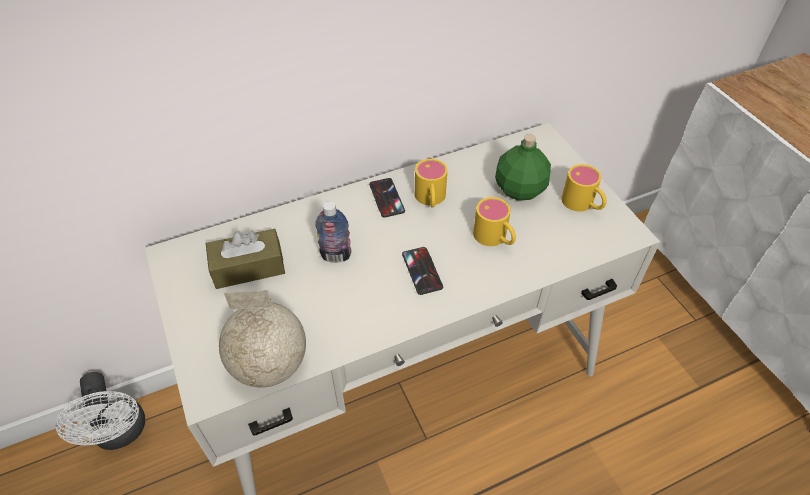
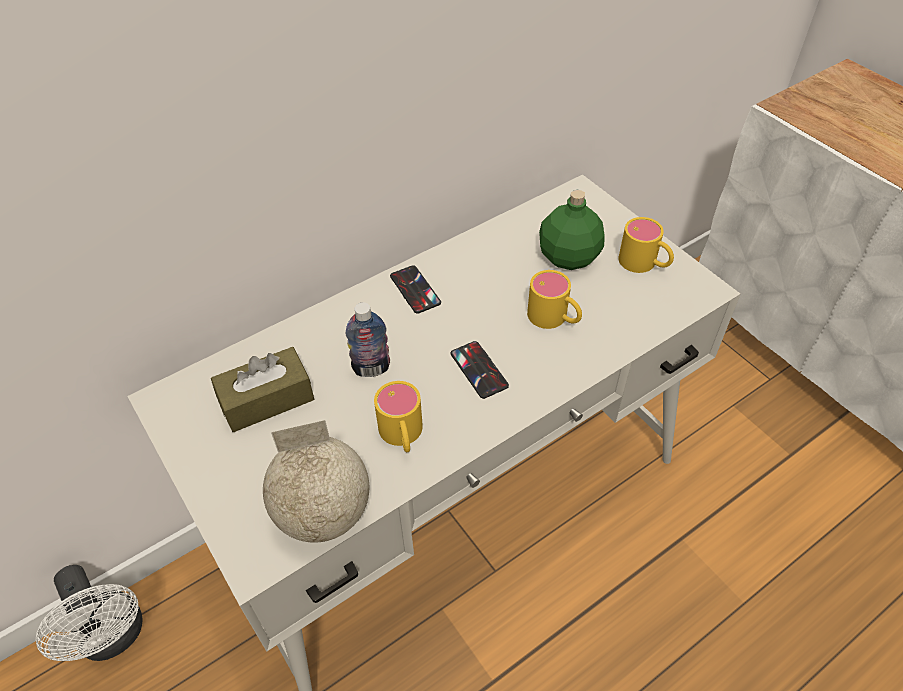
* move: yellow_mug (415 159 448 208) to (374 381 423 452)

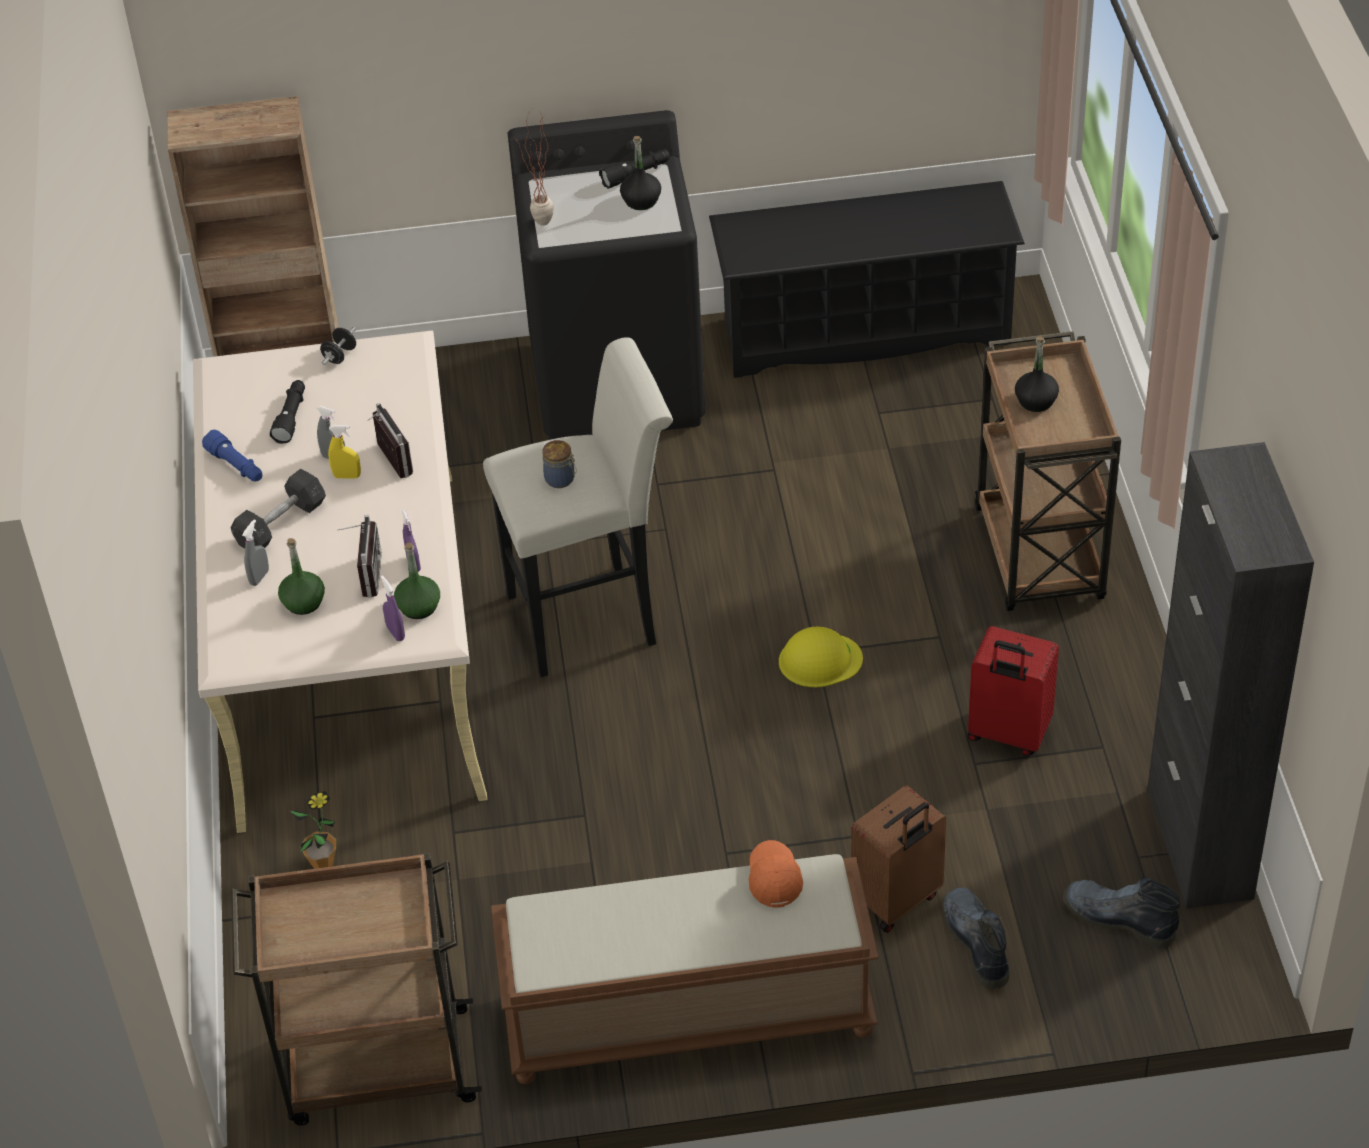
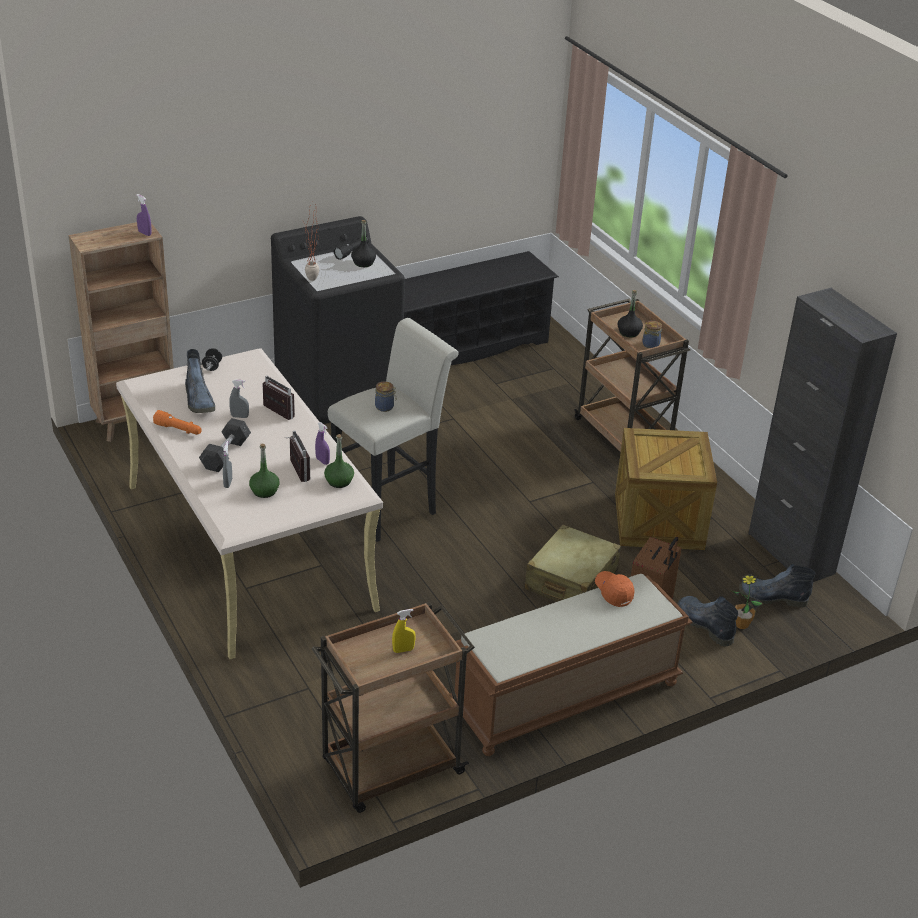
* replace: black_flashlight (270 380 305 444) to boot (185 349 215 413)
* move: yellow_spray_bottle (328 425 361 479) to (392 609 416 653)
* recolor: blue_flashlight (202 430 262 481) to orange_flashlight (153 410 202 435)
* move: purple_spray_bottle (381 575 405 641) to (136 194 152 236)
* replace: red_suitcase (968 626 1059 756) to crate (615 428 717 550)
* delete: yellow_hard_hat (779 627 863 687)
* move: potted_plant (290 791 336 869) to (731 574 762 629)
* insert: jar (643 321 662 348)
* insert: beige_suitcase (524 524 621 602)

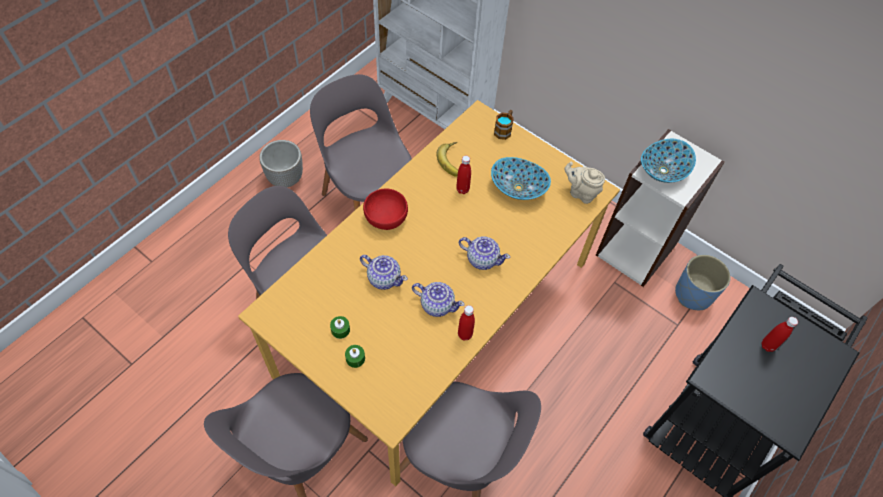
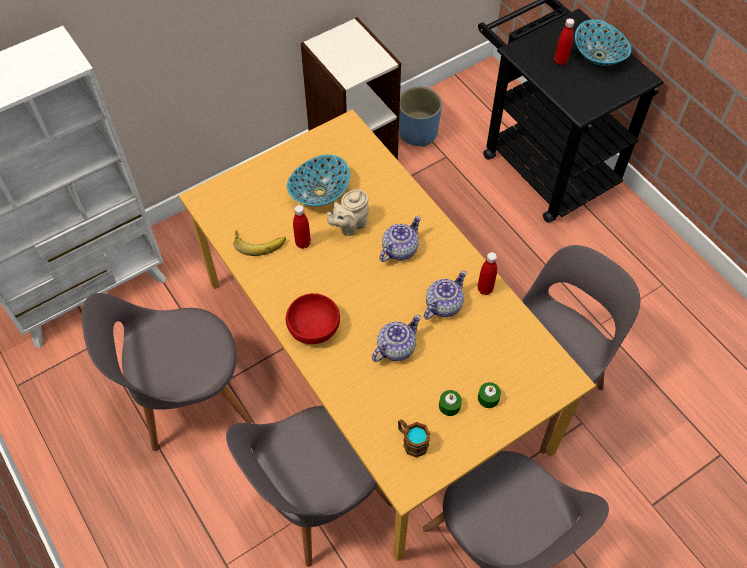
* move: mug (494 110 514 140) to (398 419 430 458)
* move: bowl (641 139 696 183) to (575 19 631 66)
* delete: planter (259 140 303 187)
* move: beige_teapot (565 162 605 204) to (327 189 369 236)

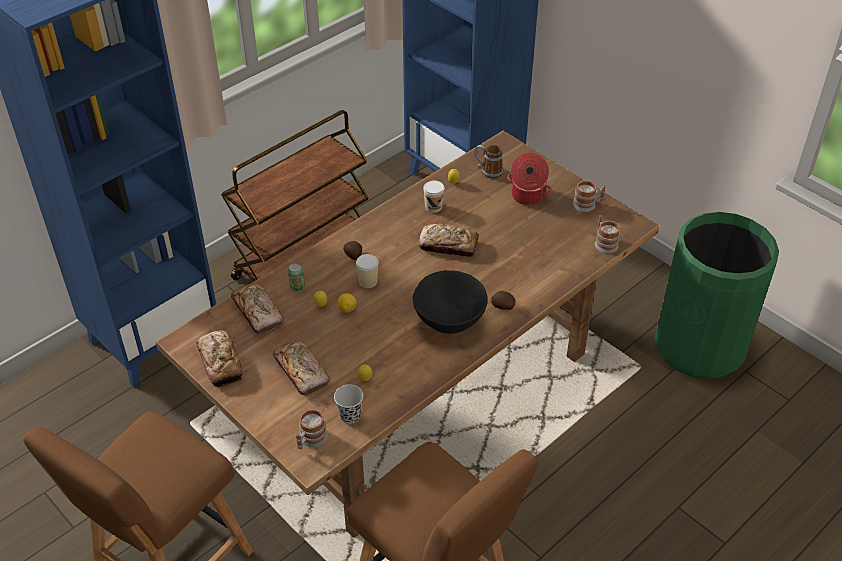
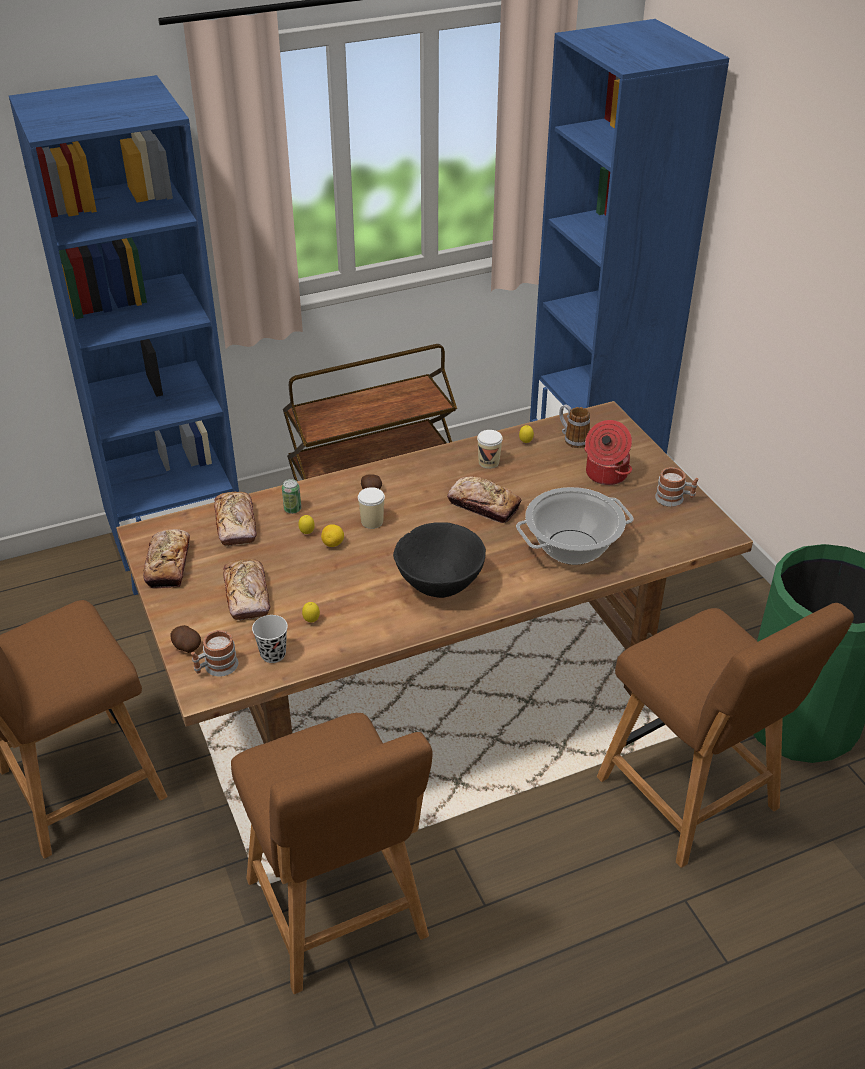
* delete: mug (595 215 620 253)
* move: potato (491 291 515 310) to (170 625 201 653)
* insert: cooking_pot (516 487 633 565)
* insert: brown_chair (597 603 854 868)

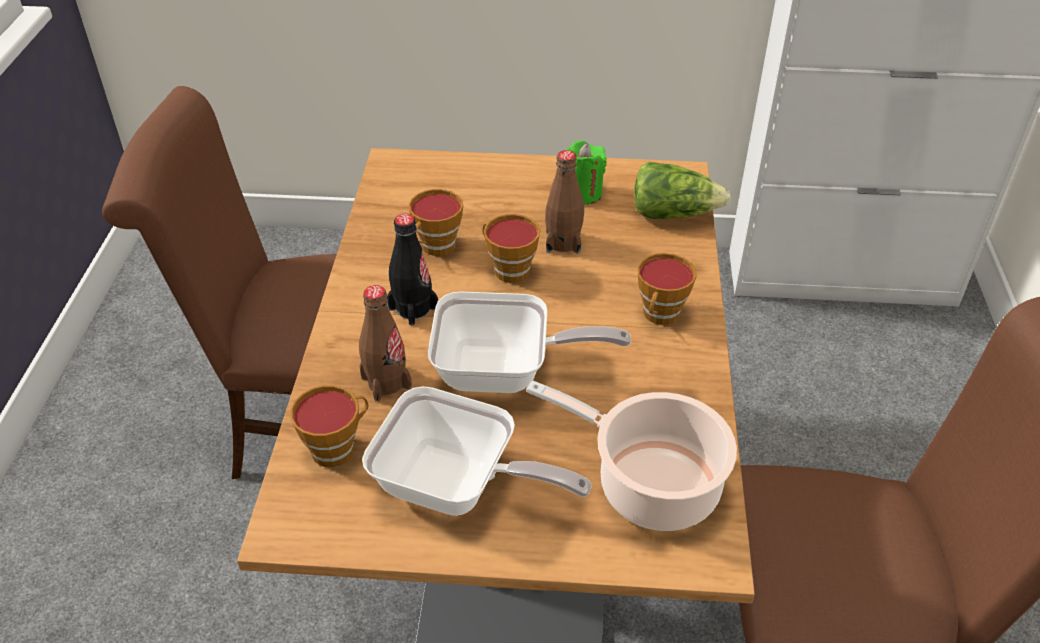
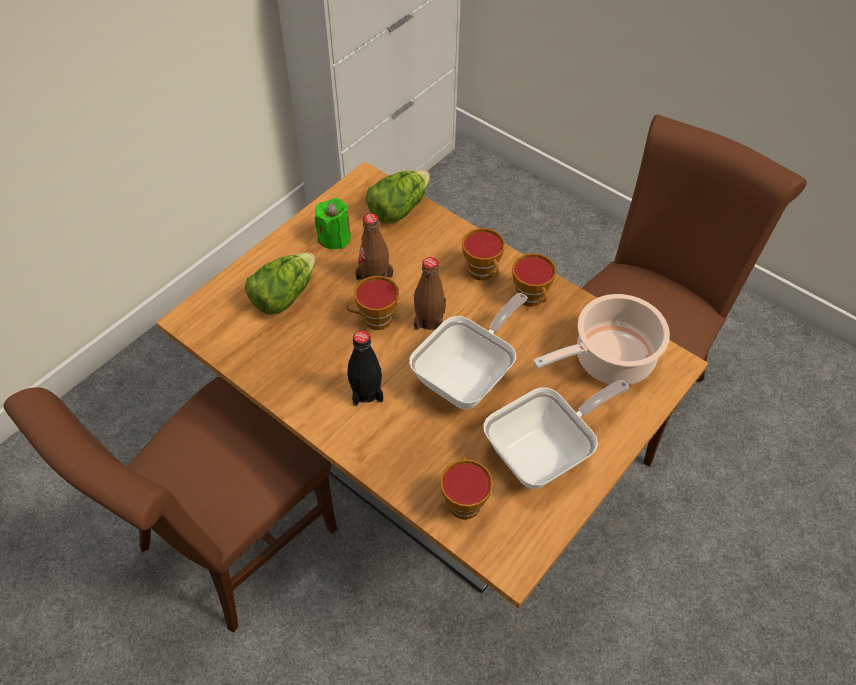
* move: cup (409 189 463 256) to (512 253 556 307)
* move: brown_bottle (359 285 412 402) to (414 257 446 330)
* insert: lettuce (245 253 315 315)

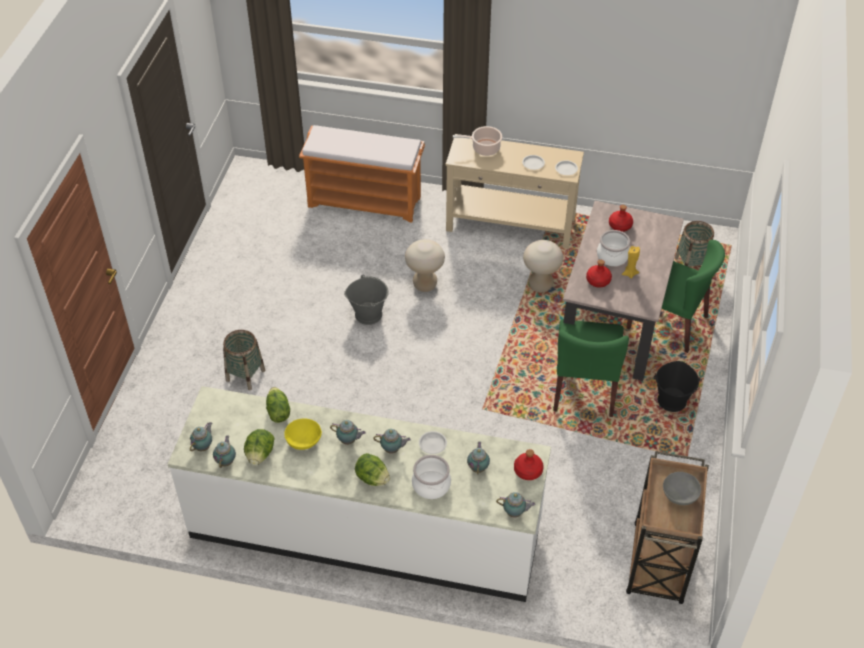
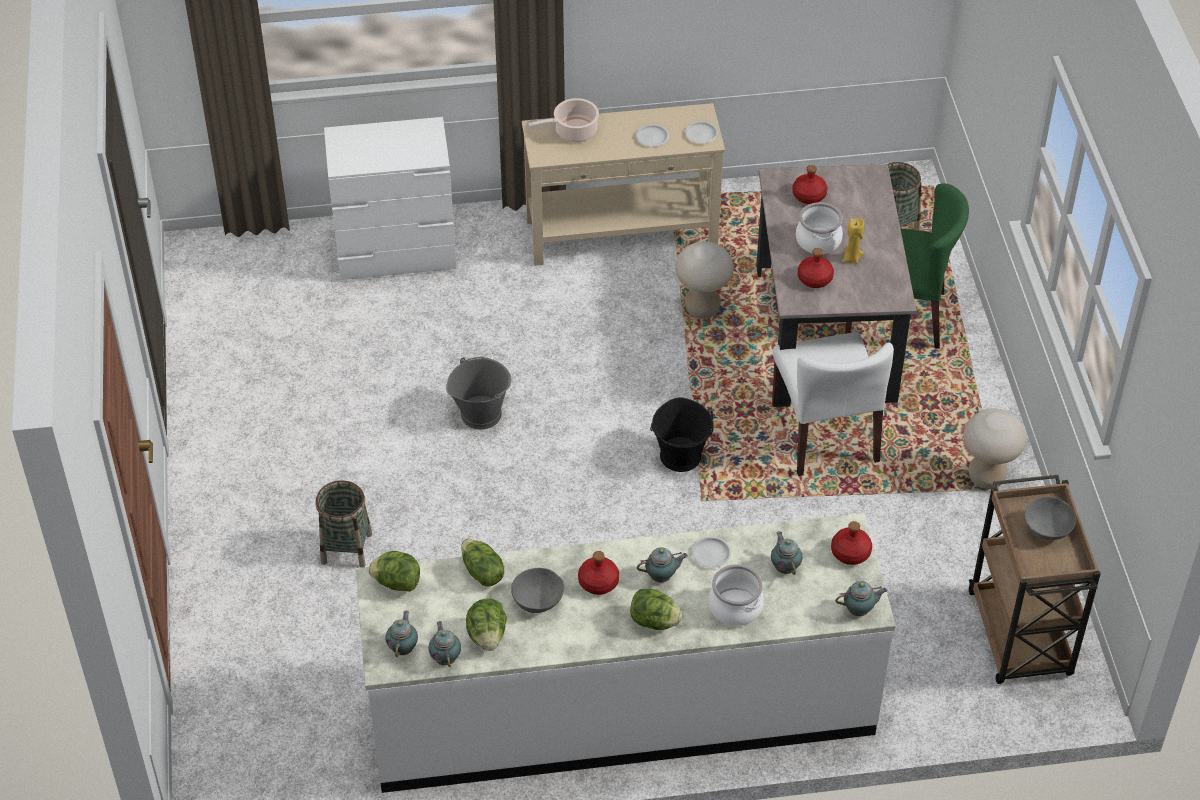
* replace: orange_bench (299 125 425 222) to white_dresser (324 117 457 280)
* move: beige_stool (405 239 445 292) to (963 408 1027 489)
* recolor: green_chair (553 319 629 417) to white_chair (772 332 894 476)
* move: black_bucket (654 361 702 412) to (650 397 716 472)
* recolor: yellow_bowl (284 418 322 450) to grey_bowl (511 568 564 613)
* replace: teapot (330 420 366 445) to red_bottle (578 551 619 595)
* insert: lettuce (368 551 420 592)

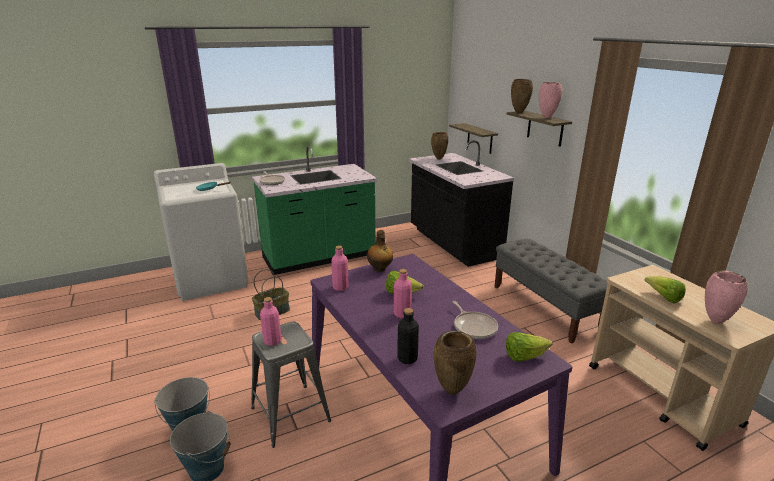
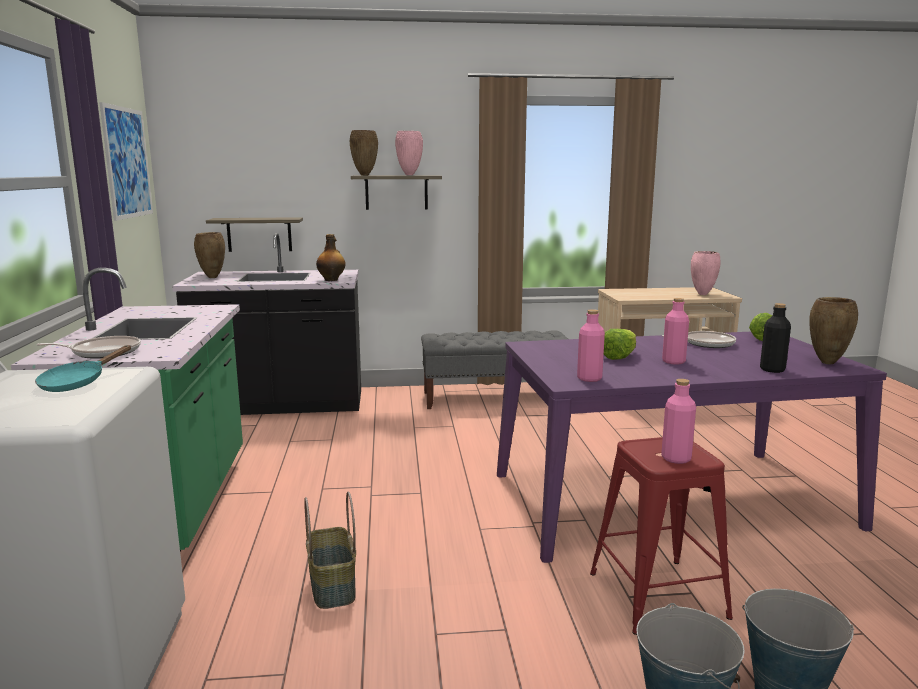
* move: bottle (367 230 393 272) to (316 234 346 281)
* delete: lettuce (645 276 686 303)
* recolor: grey_stool (251 321 331 448) to red_stool (590 437 733 635)
* insert: picture (99 102 153 221)

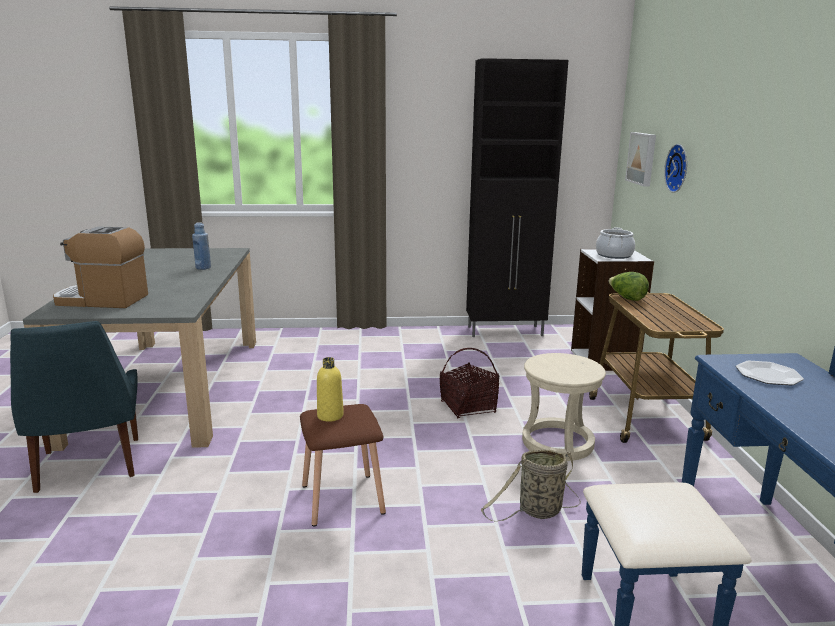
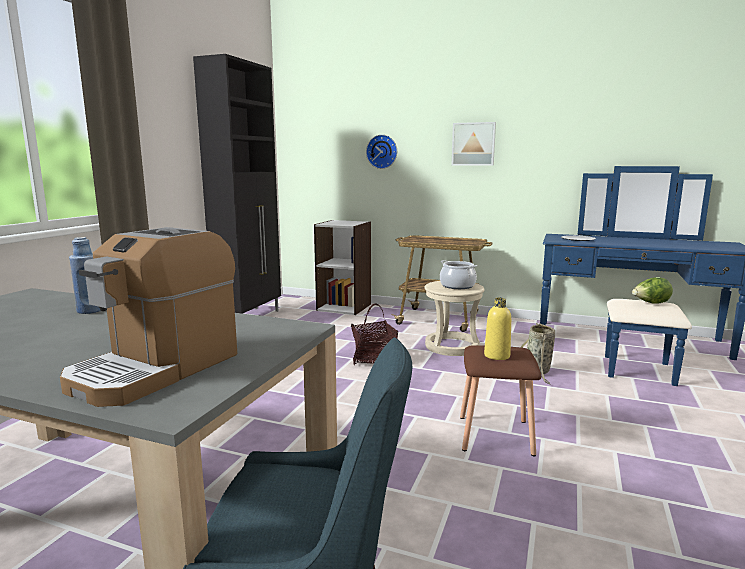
* move: picture (625 132 656 187) to (452 122 496 166)
* move: cooking_pot (596 228 635 259) to (440 260 477 289)
* move: lettuce (608 272 649 301) to (632 277 673 304)

